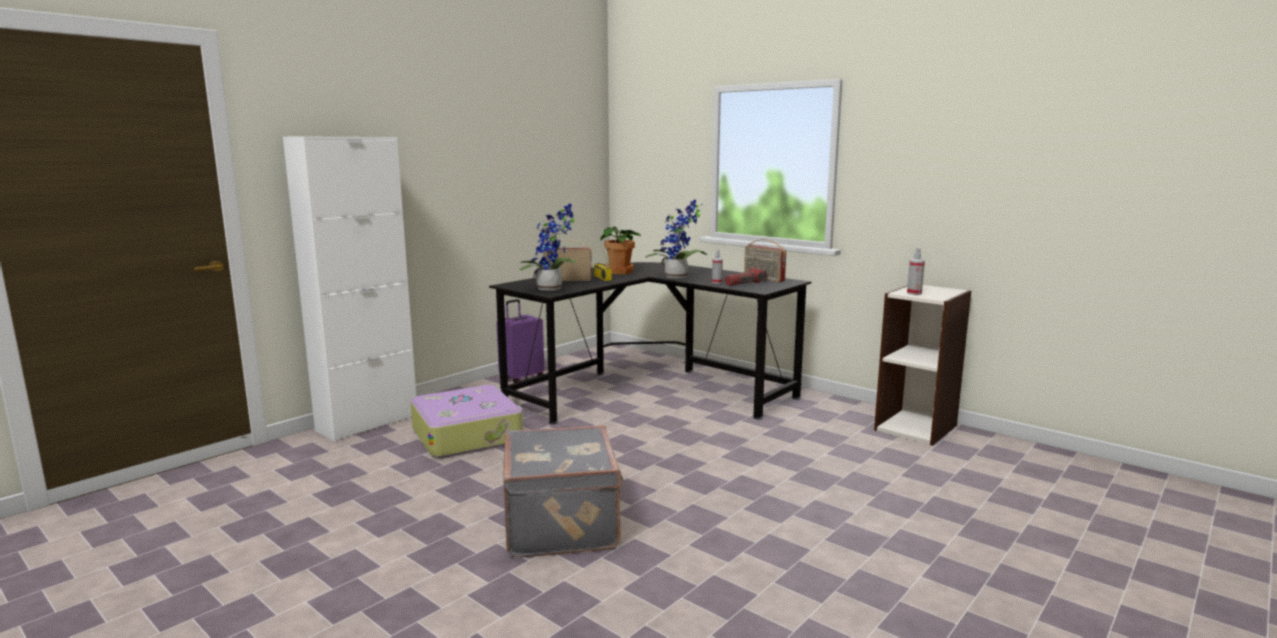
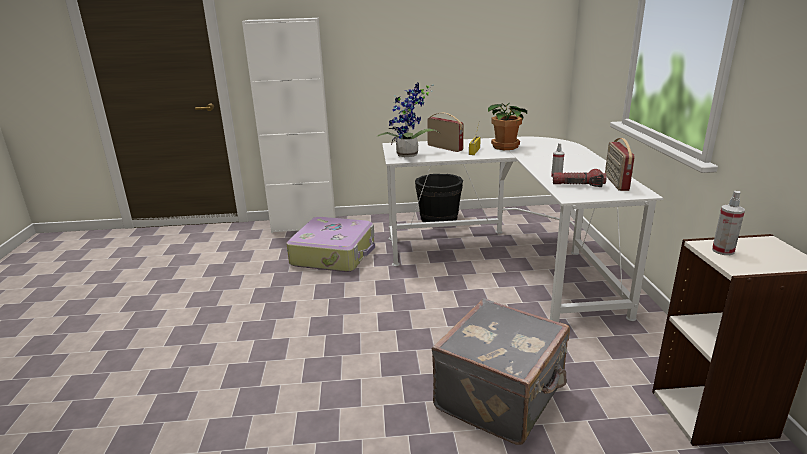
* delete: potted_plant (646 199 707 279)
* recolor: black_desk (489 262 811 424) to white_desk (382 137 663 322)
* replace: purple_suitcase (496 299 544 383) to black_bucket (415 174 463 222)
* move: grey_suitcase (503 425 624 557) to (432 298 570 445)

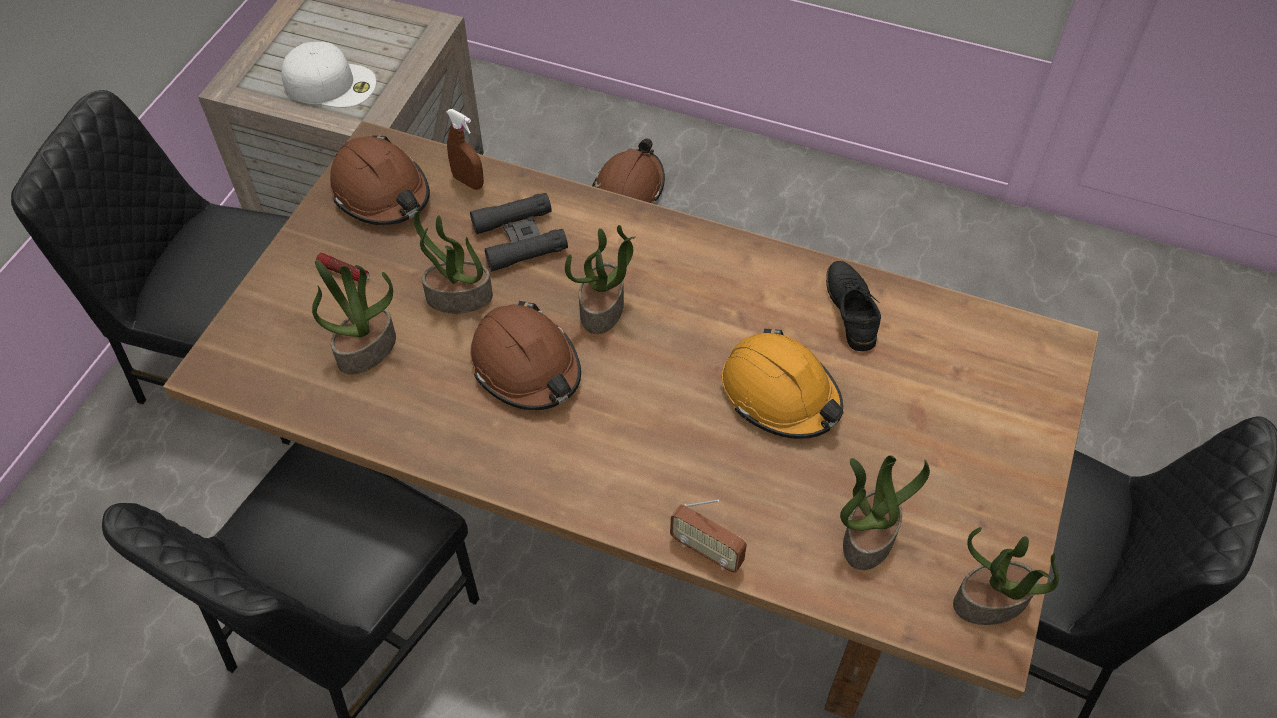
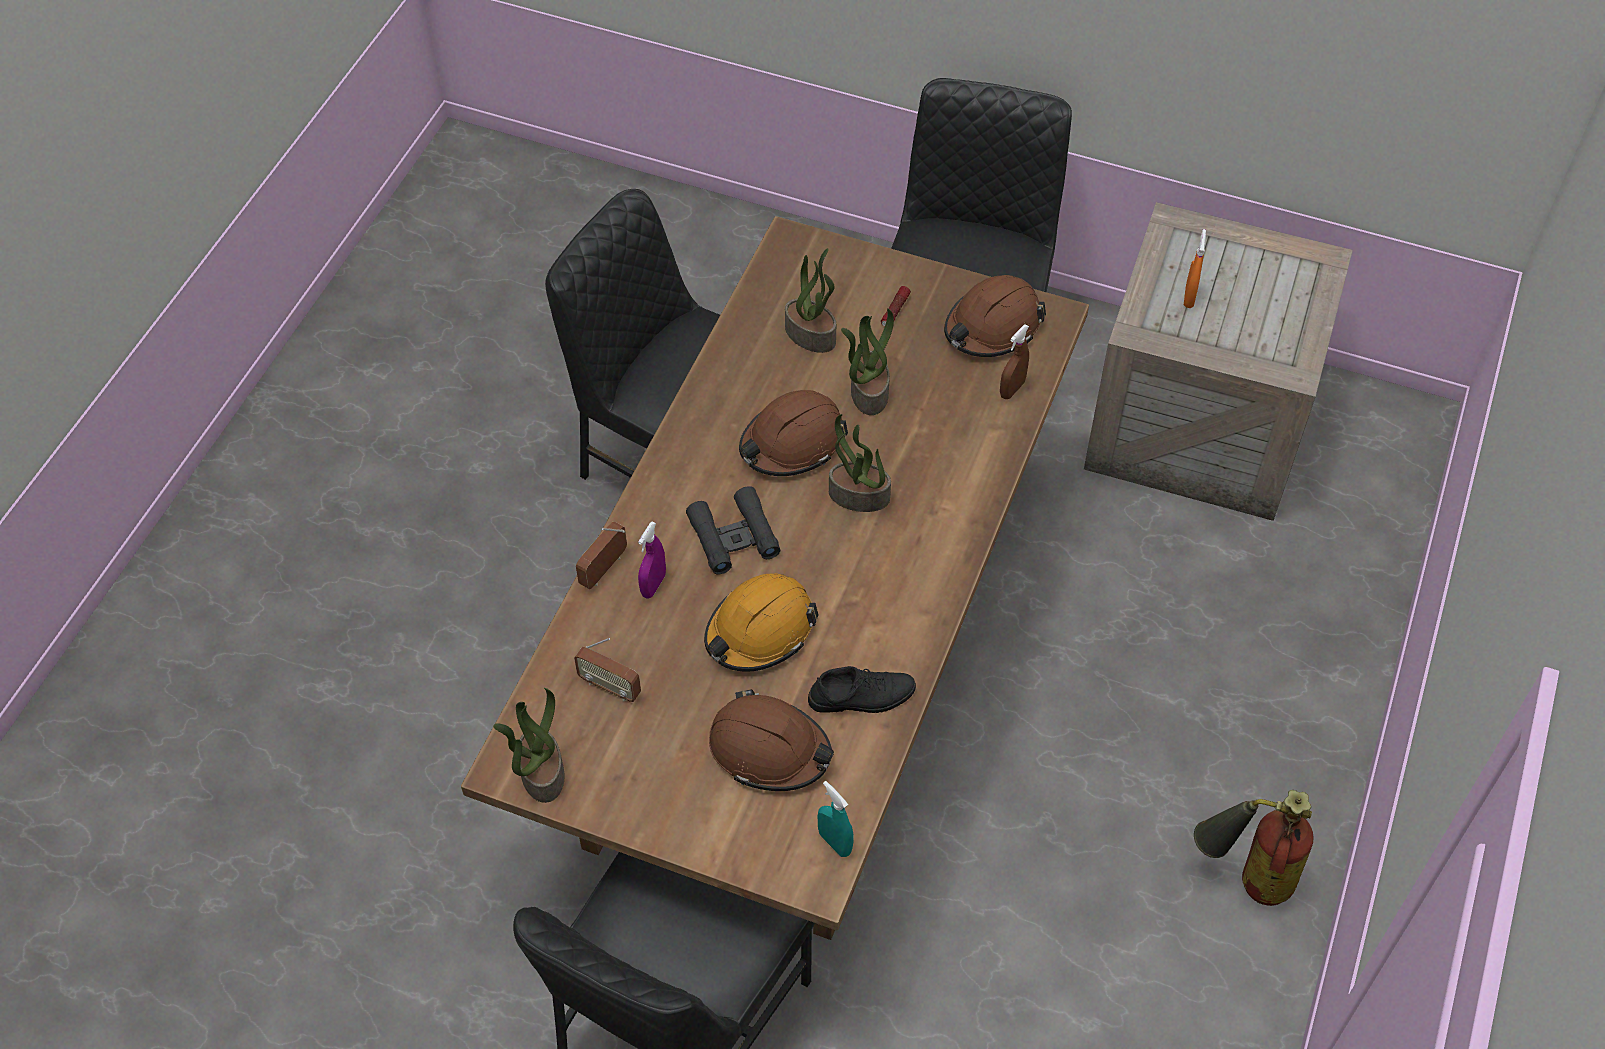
* replace: white_cap (281 41 376 108) to orange_spray_bottle (1184 229 1206 308)
* move: brown_hard_hat (592 138 665 203) to (709 689 834 791)
* move: black_binoculars (470 193 568 271) to (686 486 780 574)
* replace: potted_plant (840 456 930 570) to radio (574 638 641 702)
* insert: purple_spray_bottle (638 522 666 598)
* insert: turquoise_spray_bottle (818 781 854 857)
* insert: fire_extinguisher (1194 790 1313 906)

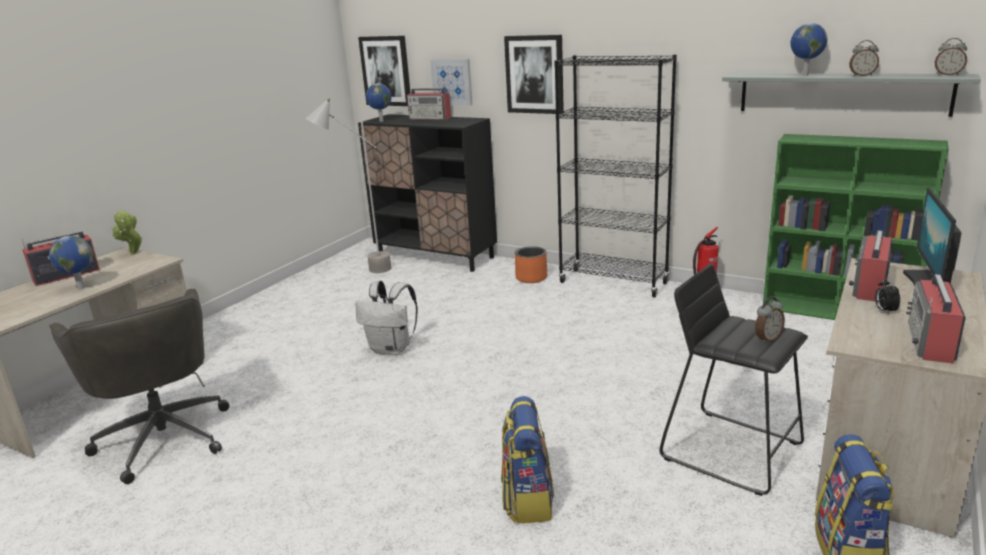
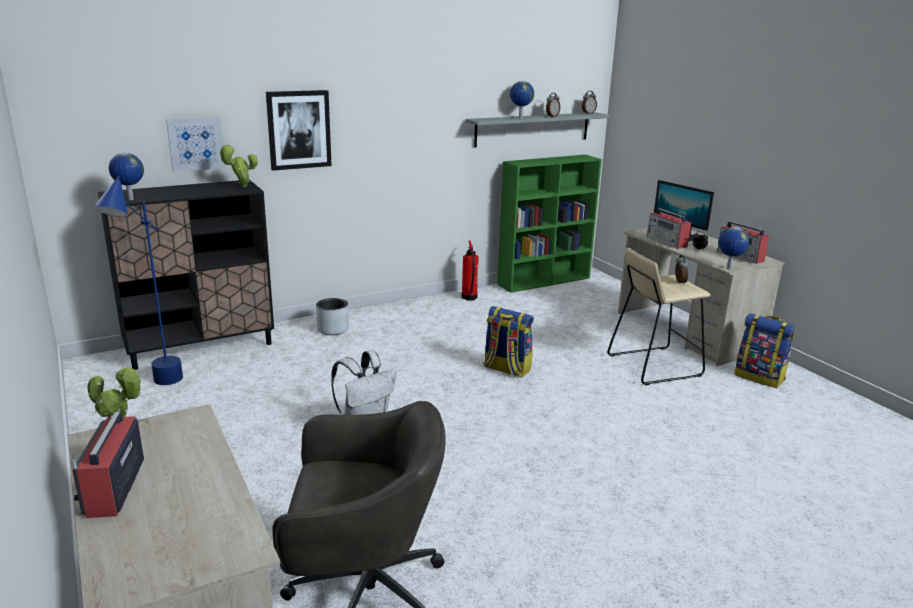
* delete: picture (358 36 411 106)
* delete: black_bookcase (554 54 677 298)
* delete: radio (407 88 451 120)
* recolor: grey_floor_lamp (306 98 391 273) to blue_floor_lamp (93 176 183 385)
* move: globe (49 236 93 290) to (718 227 750 270)
* recolor: orange_planter (515 246 547 283) to grey_planter (316 298 349 335)
* recolor: black_stool (660 264 808 496) to beige_stool (608 248 711 385)
* move: backpack (501 396 554 523) to (484 306 534 377)
* insert: potted_plant (219 145 258 187)

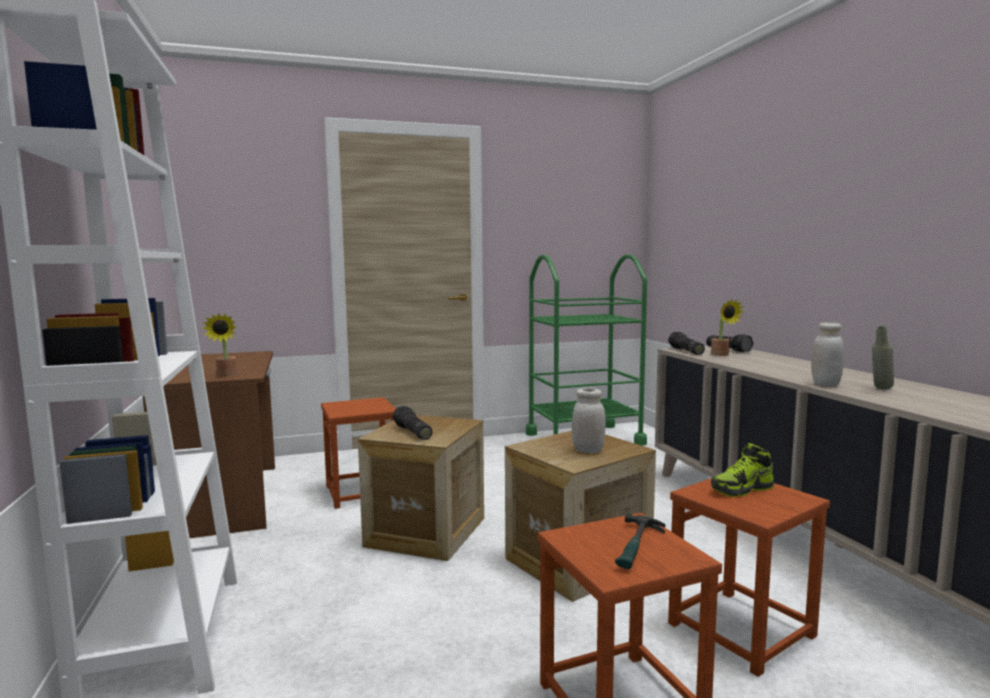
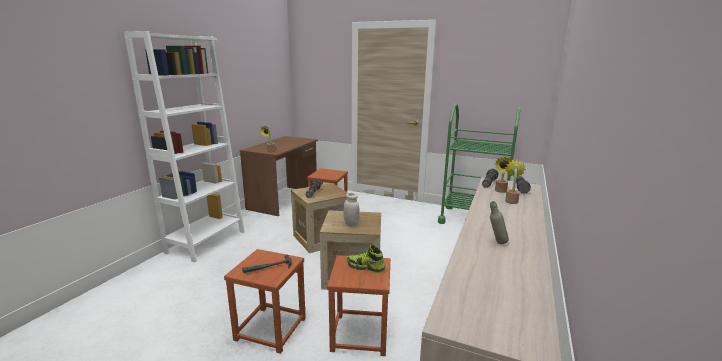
* delete: white_jar (811 322 844 386)
* insert: potted_plant (505 160 526 204)

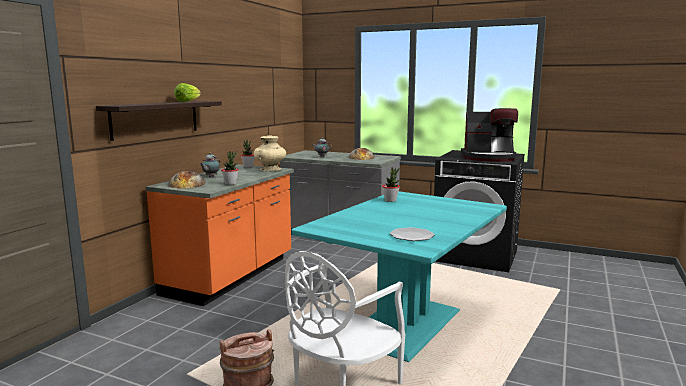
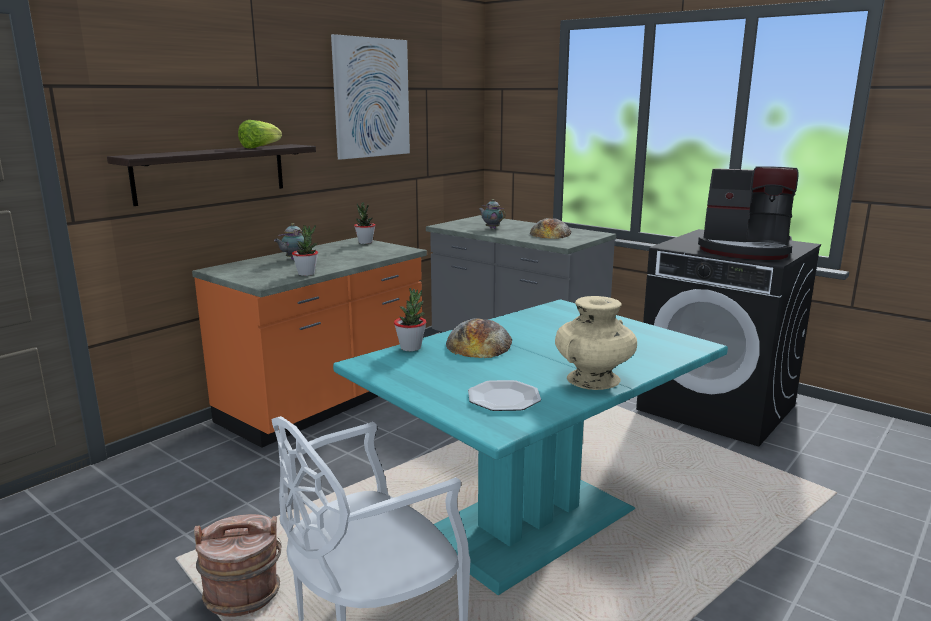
* move: beige_vase (254 135 286 171) to (555 296 637 390)
* move: potted_plant (382 167 400 202) to (394 288 426 351)
* move: bread (168 171 206 189) to (446 318 512 358)
* insert: picture (331 34 410 160)

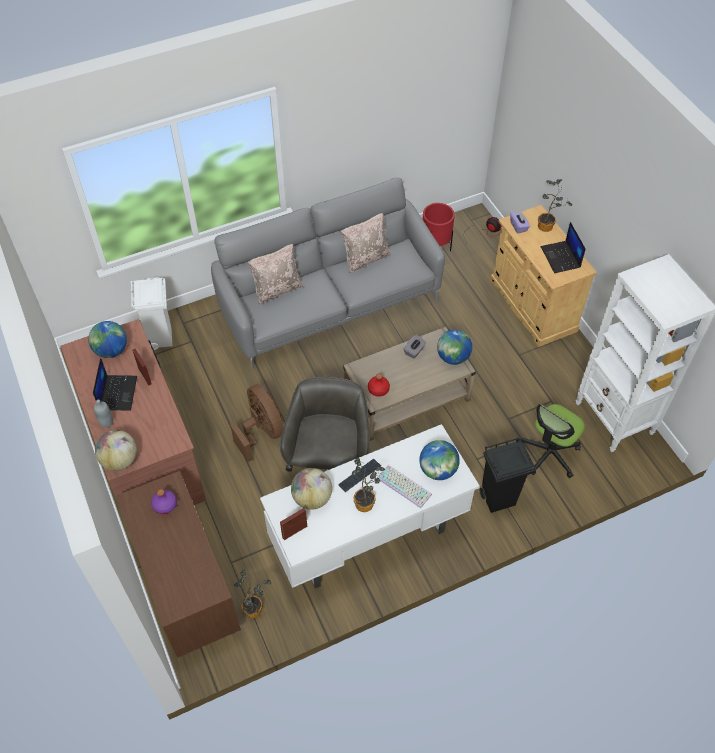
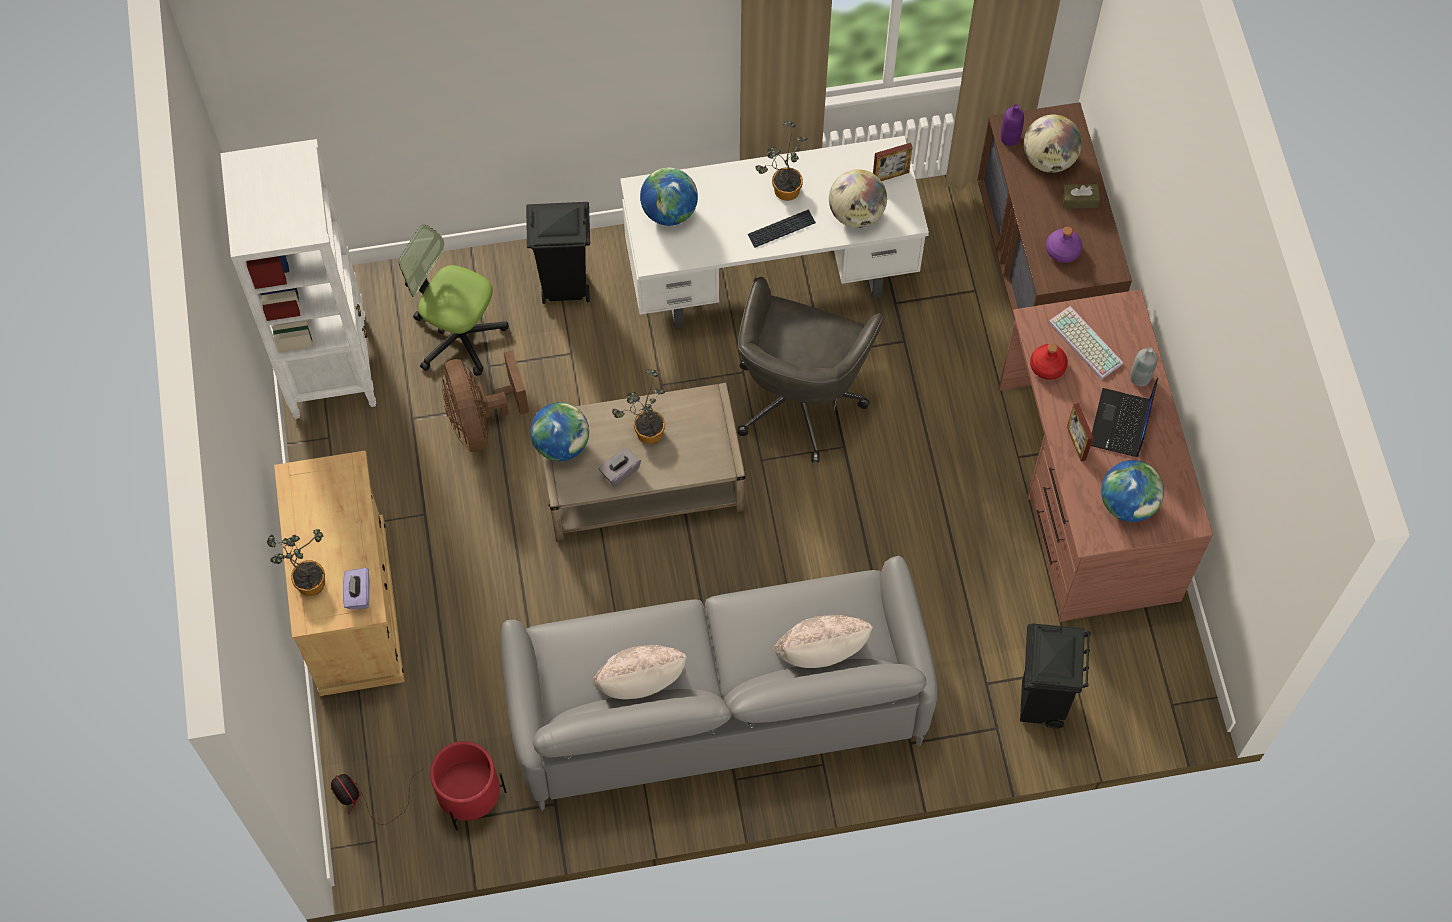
* delete: laptop (541 222 586 273)
* recolor: white_trash_can (130 277 172 350) to black_trash_can (1020 624 1091 729)
* move: red_bottle (368 374 390 397) to (1030 343 1068 380)
* move: brown_fan (230 384 283 462) to (442 350 529 452)
* rotate: office_chair (519 404 585 478) = (399 225 509 376) 120 degrees counterclockwise
* move: globe (95 430 137 471) to (1024 115 1082 173)
* move: keyboard (377 465 432 508) to (1048 306 1123 380)
* move: potted_plant (234 569 271 618) to (612 369 665 444)
* insert: purple_bottle (1000 104 1024 146)
* insert: brown_tissue_box (1061 184 1100 208)

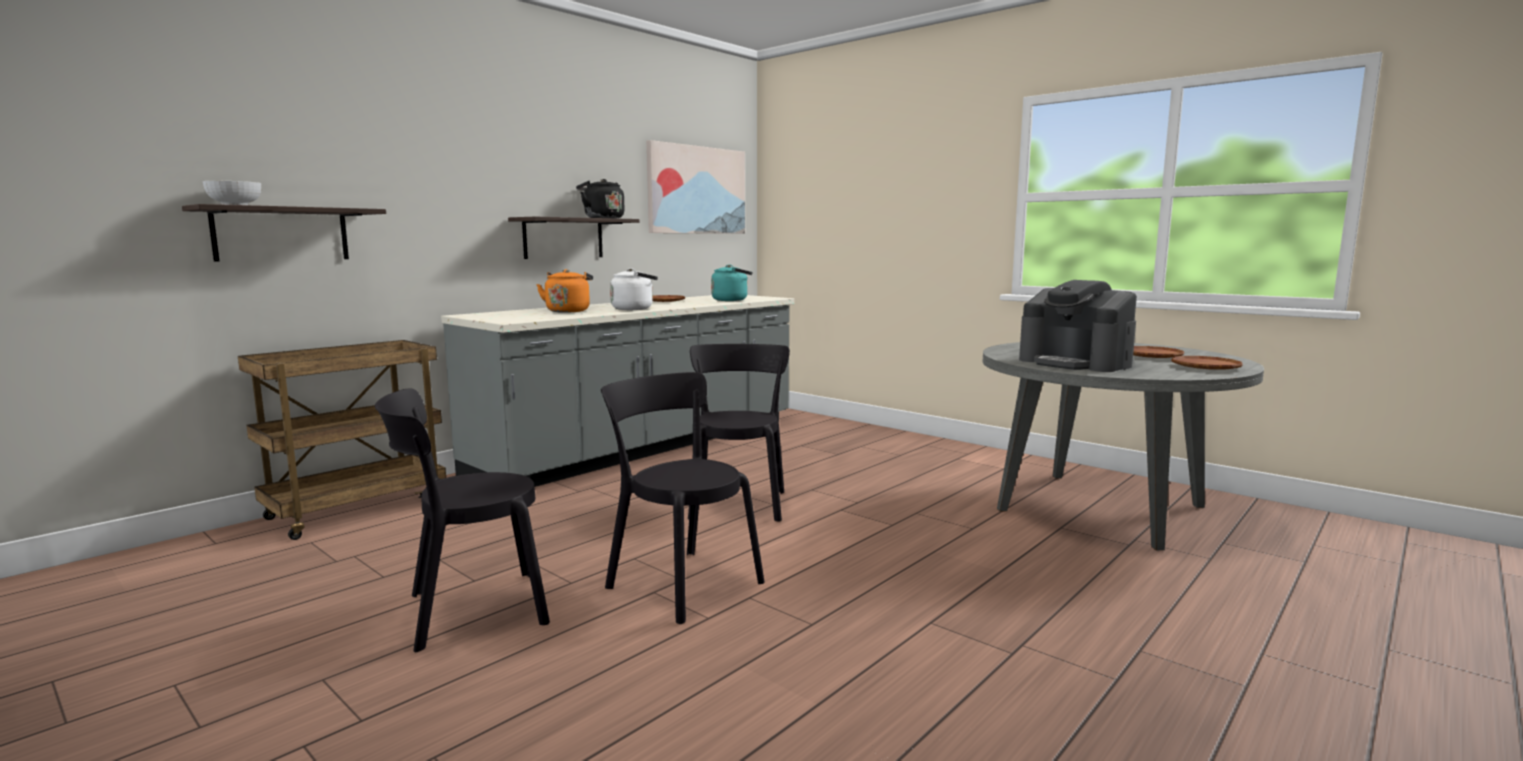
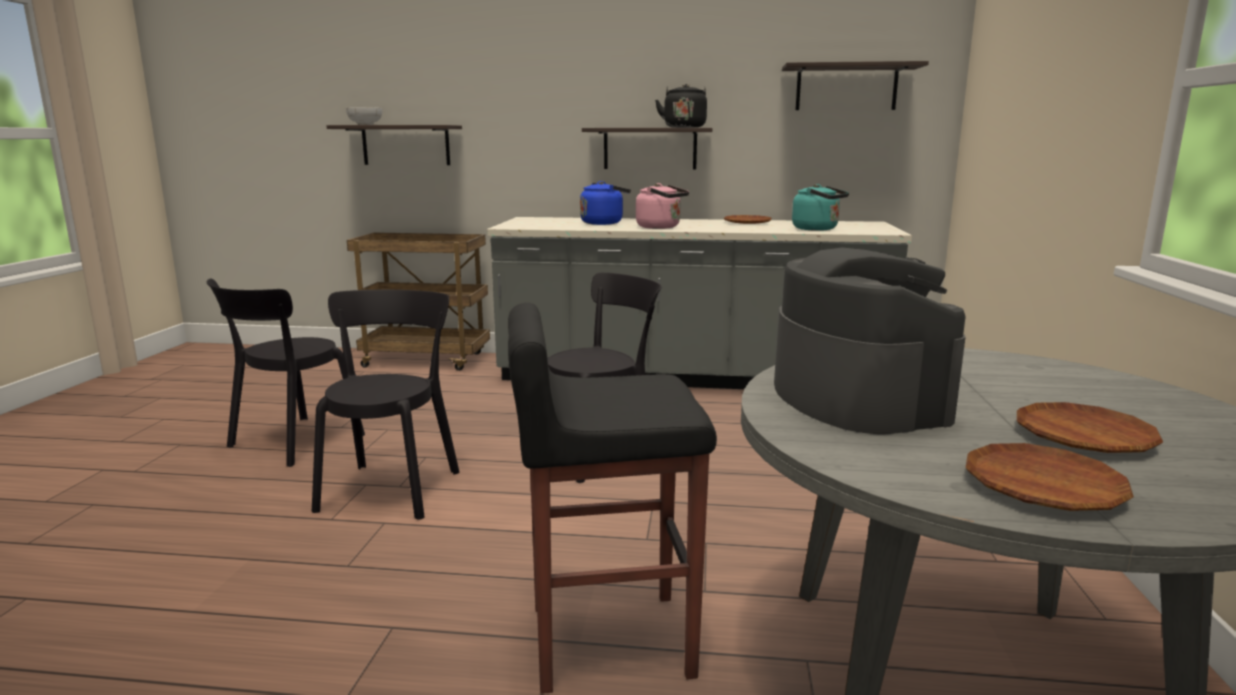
* replace: picture (646 140 745 234) to shelf (782 61 929 110)
* recolor: white_kettle (610 268 658 310) to pink_kettle (636 183 689 229)
* recolor: orange_kettle (536 269 593 313) to blue_kettle (580 181 631 225)
* rotate: coffee_machine (1019 280 1137 372) = (774 248 966 434) 150 degrees clockwise
* rotate: black_chair (375 388 550 652) = (207 278 365 467) 90 degrees counterclockwise
* insert: black_stool (508 303 717 694)

